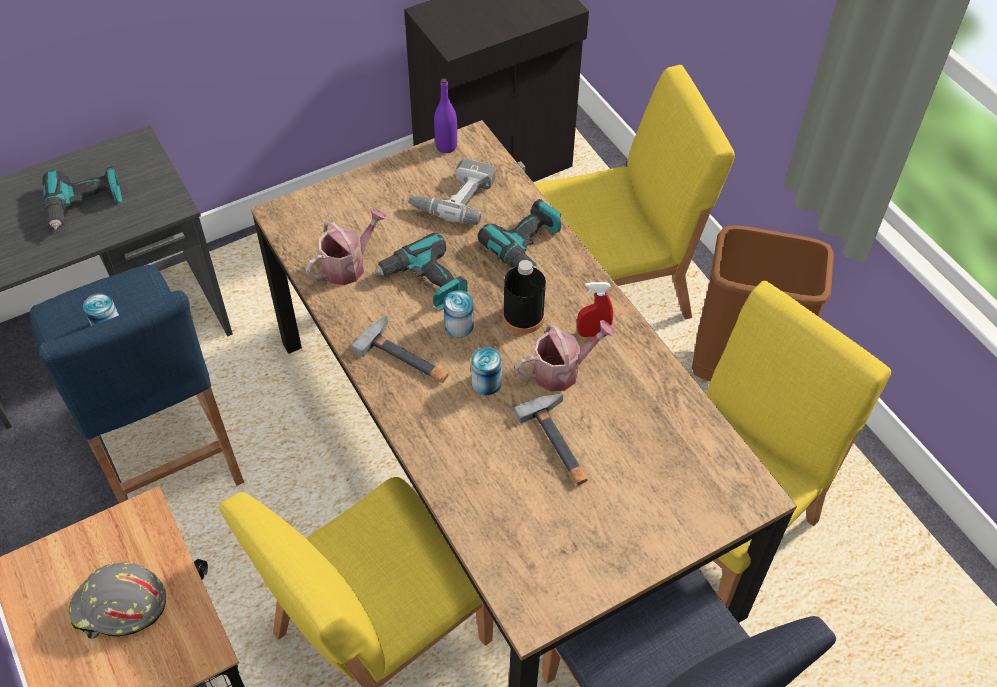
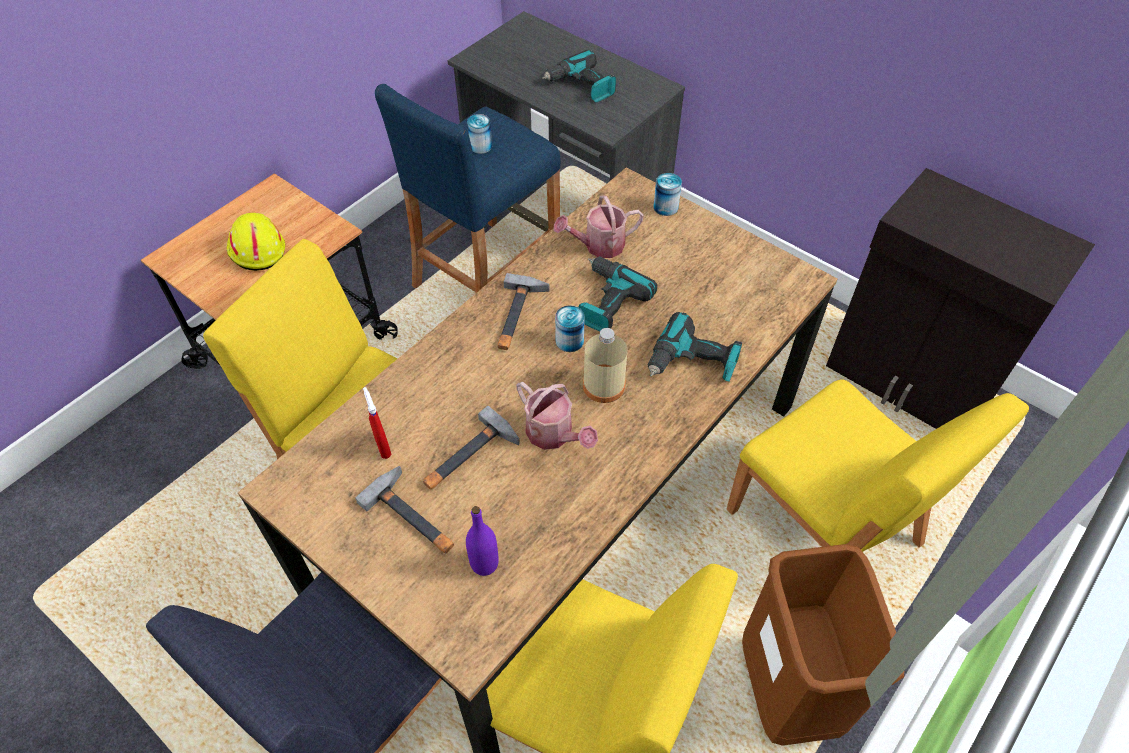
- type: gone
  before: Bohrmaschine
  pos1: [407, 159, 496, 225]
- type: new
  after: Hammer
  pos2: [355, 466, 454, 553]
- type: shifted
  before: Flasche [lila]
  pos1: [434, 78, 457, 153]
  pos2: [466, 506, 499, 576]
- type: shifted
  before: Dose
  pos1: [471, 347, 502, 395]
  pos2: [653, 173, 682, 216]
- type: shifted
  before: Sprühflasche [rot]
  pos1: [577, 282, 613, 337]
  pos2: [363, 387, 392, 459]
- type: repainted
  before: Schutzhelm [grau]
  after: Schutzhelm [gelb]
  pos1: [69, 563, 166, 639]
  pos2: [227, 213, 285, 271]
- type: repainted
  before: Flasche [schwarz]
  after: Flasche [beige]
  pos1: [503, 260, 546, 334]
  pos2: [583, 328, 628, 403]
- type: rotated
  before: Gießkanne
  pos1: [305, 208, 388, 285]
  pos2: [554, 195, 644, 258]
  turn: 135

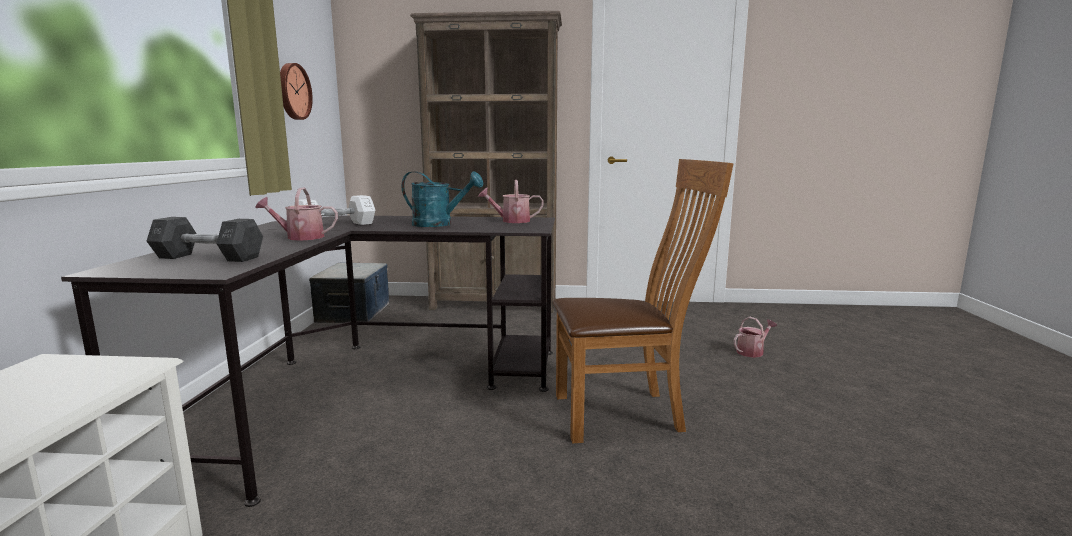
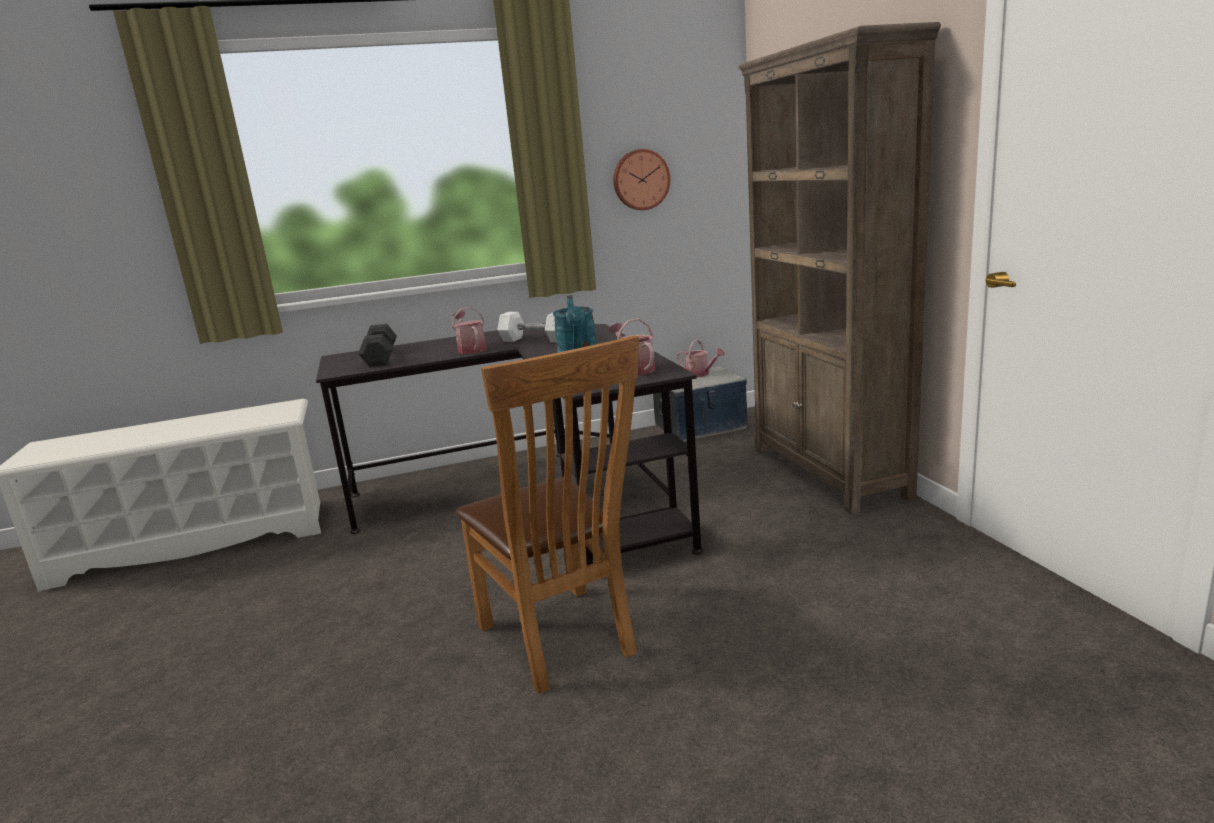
- type: shifted
  before: Gießkanne
  pos1: [733, 317, 777, 358]
  pos2: [677, 339, 725, 377]

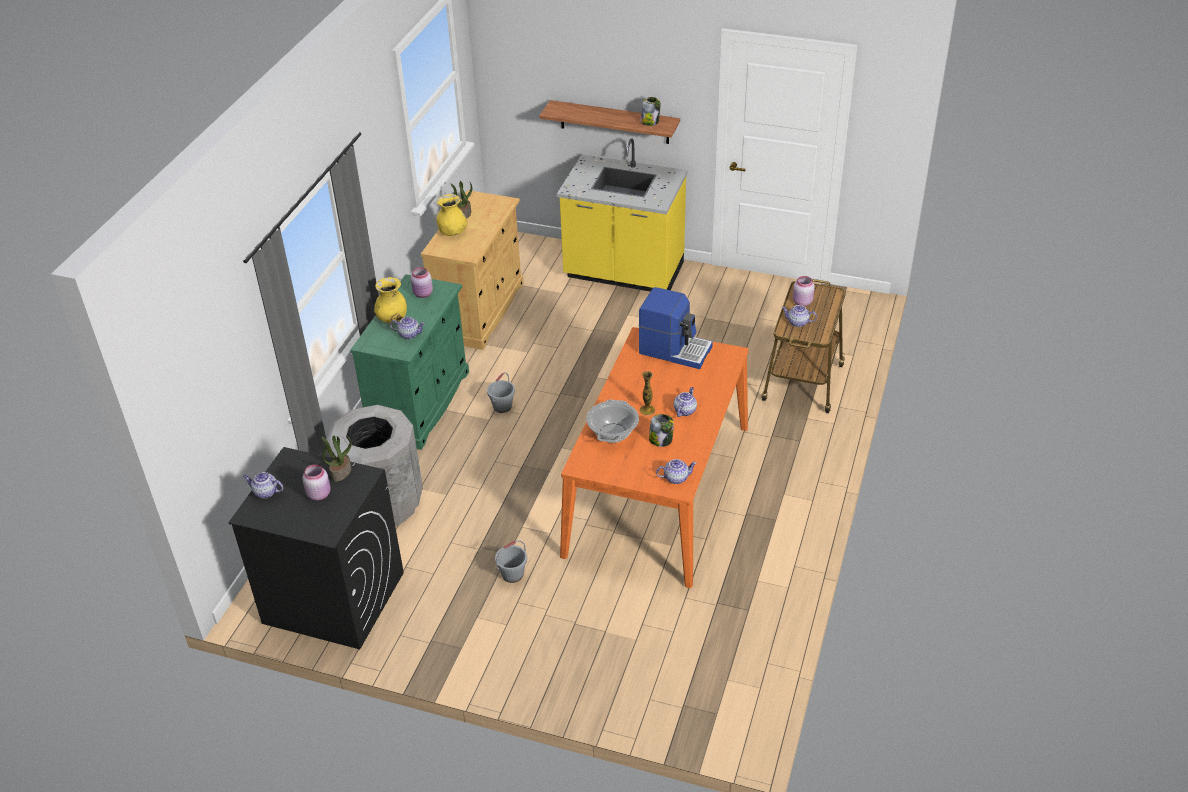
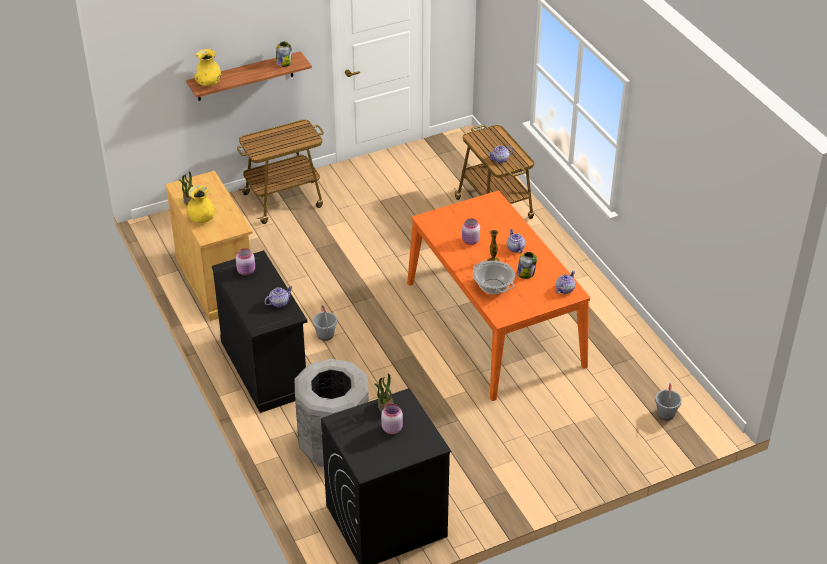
- type: gone
  before: Teekanne
  pos1: [243, 472, 283, 499]
- type: gone
  before: Kaffeemaschine
  pos1: [638, 287, 713, 369]
- type: shifted
  before: Vase [gelb]
  pos1: [374, 277, 407, 323]
  pos2: [194, 49, 221, 86]
- type: shifted
  before: Eimer [grau]
  pos1: [495, 540, 527, 583]
  pos2: [655, 383, 682, 420]
- type: shifted
  before: Vorratsglas [rosa]
  pos1: [793, 276, 815, 306]
  pos2: [462, 218, 480, 245]
- type: swapped
  before: Küchenzeile [gelb]
  after: Rollwagen
  pos1: [557, 138, 688, 292]
  pos2: [237, 120, 324, 224]
- type: repainted
  before: Schrank [grün]
  after: Schrank [schwarz]
  pos1: [350, 274, 469, 450]
  pos2: [212, 250, 307, 413]

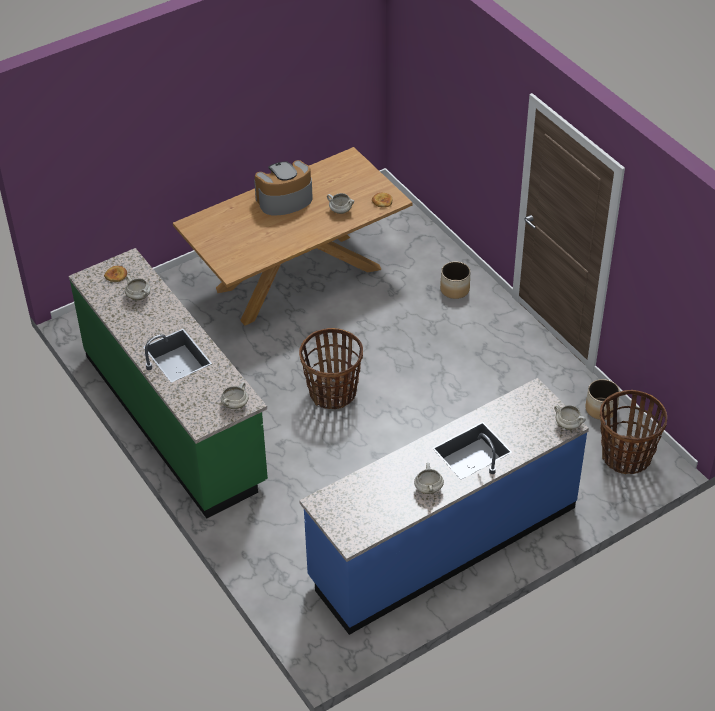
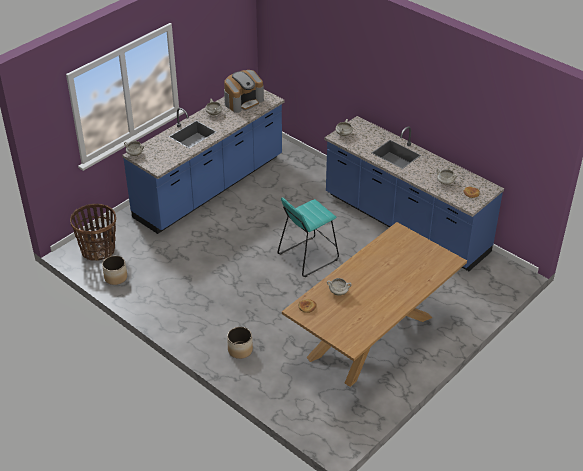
- type: shifted
  before: Kaffeemaschine
  pos1: [254, 160, 313, 216]
  pos2: [224, 70, 264, 113]
- type: swapped
  before: Korb
  after: Hocker [türkis]
  pos1: [299, 328, 363, 409]
  pos2: [278, 197, 339, 277]
- type: repainted
  before: Küchenzeile [grün]
  after: Küchenzeile [blau]
  pos1: [69, 248, 268, 518]
  pos2: [324, 116, 504, 271]

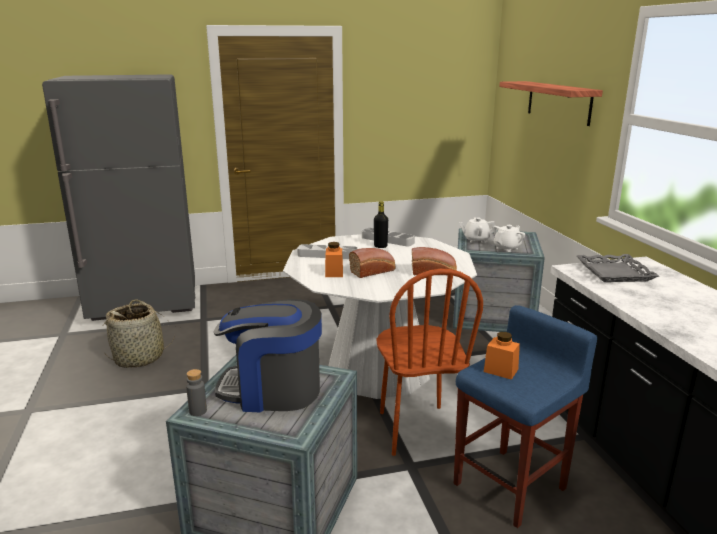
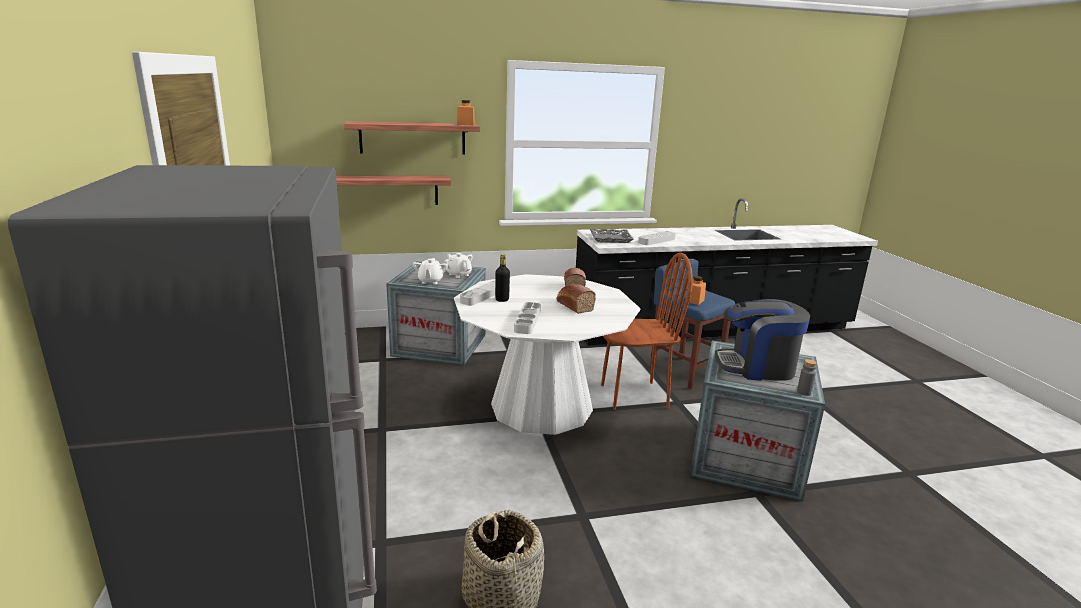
- type: new
  after: Wandregal
  pos2: [336, 175, 451, 205]
- type: new
  after: Tablett [grau]
  pos2: [638, 231, 676, 245]
- type: shifted
  before: Vorratsglas [orange]
  pos1: [325, 242, 343, 277]
  pos2: [457, 100, 475, 125]
- type: rotated
  before: Kaffeemaschine
  pos1: [214, 299, 322, 412]
  pos2: [715, 299, 810, 381]
  turn: 90

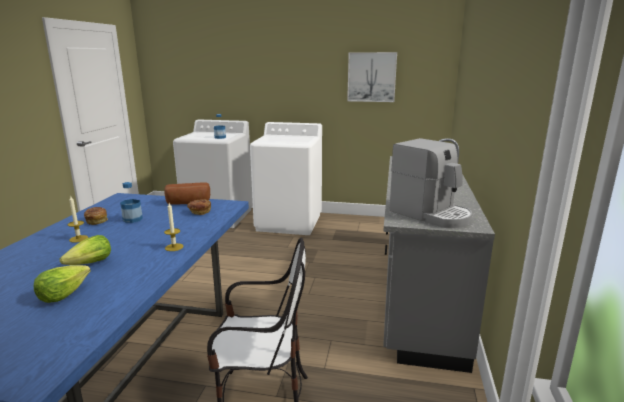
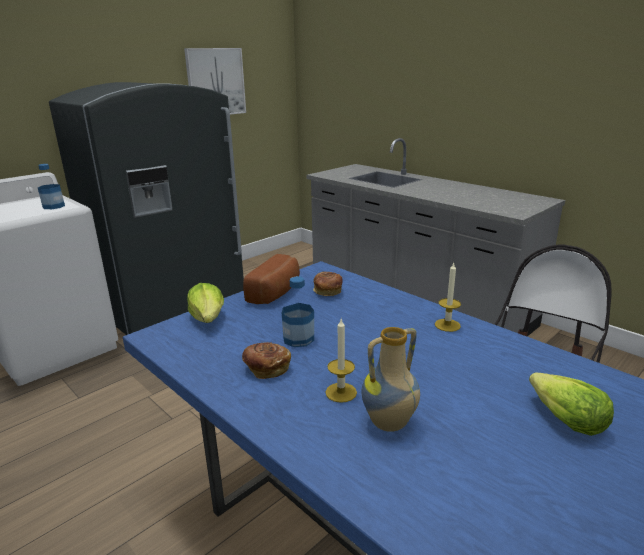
- type: gone
  before: Kaffeemaschine
  pos1: [389, 138, 472, 228]
- type: new
  after: Vase
  pos2: [362, 327, 420, 432]
- type: shifted
  before: Salatkopf
  pos1: [60, 235, 111, 265]
  pos2: [187, 283, 224, 323]
- type: swapped
  before: Waschmaschine [weiß]
  after: Kühlschrank [grau]
  pos1: [250, 122, 322, 235]
  pos2: [49, 82, 244, 335]

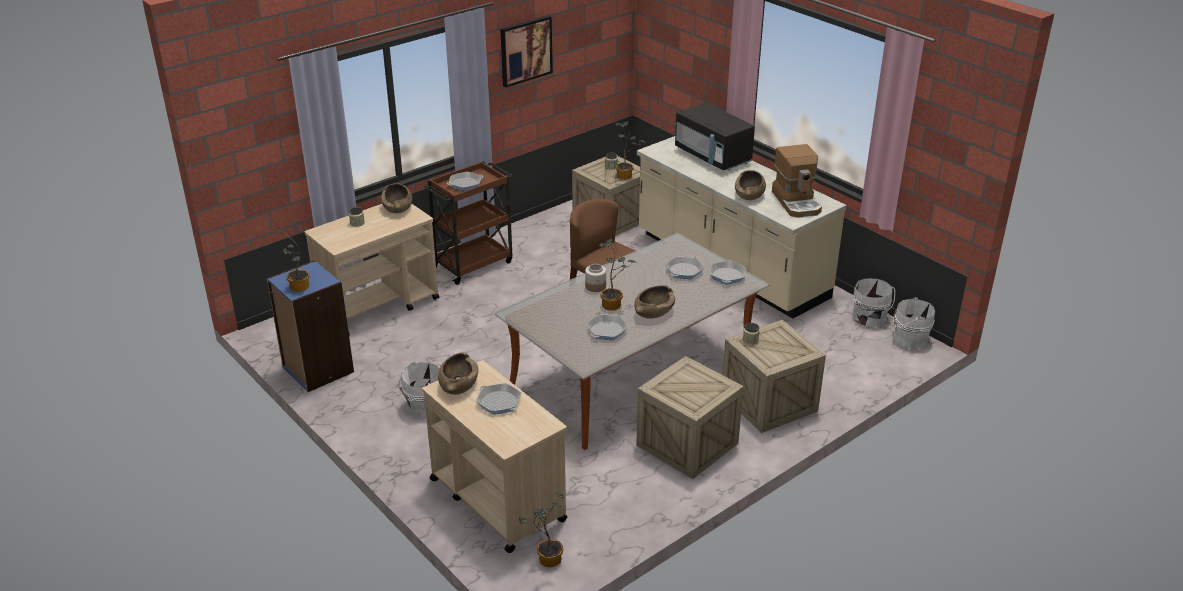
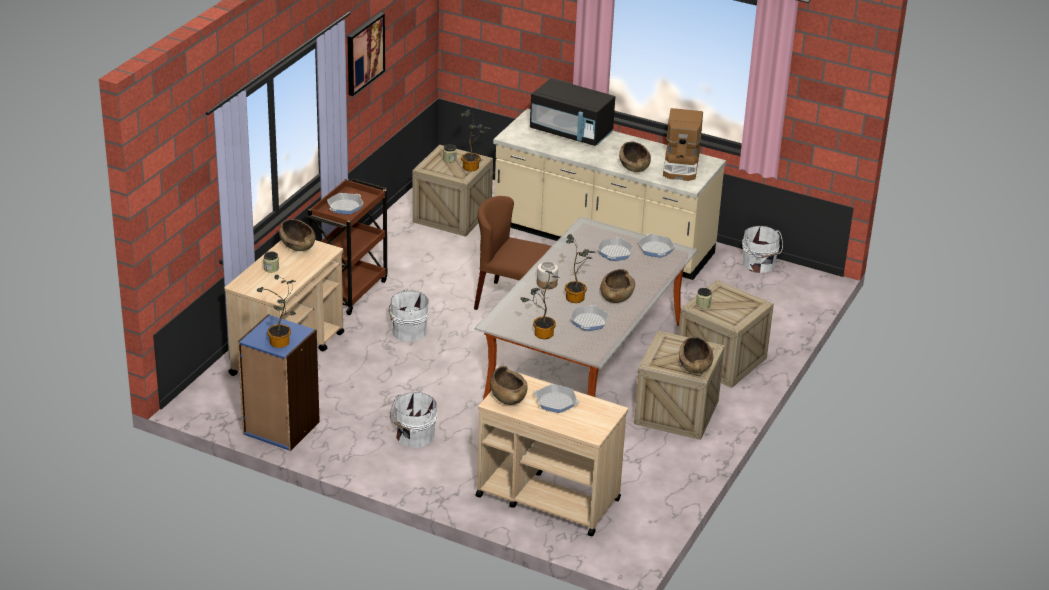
- type: new
  after: Schüssel [braun]
  pos2: [679, 337, 713, 374]
- type: shifted
  before: Topfpflanze
  pos1: [519, 492, 564, 567]
  pos2: [520, 271, 560, 339]
- type: shifted
  before: Eimer [weiß]
  pos1: [894, 297, 935, 349]
  pos2: [389, 289, 429, 341]
- type: rotated
  before: Kaffeemaschine
  pos1: [772, 144, 822, 218]
  pos2: [663, 108, 703, 181]
  turn: 45

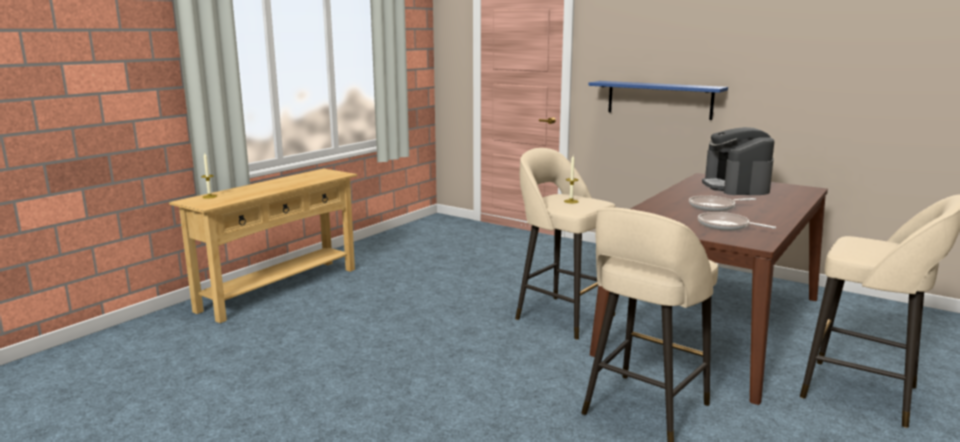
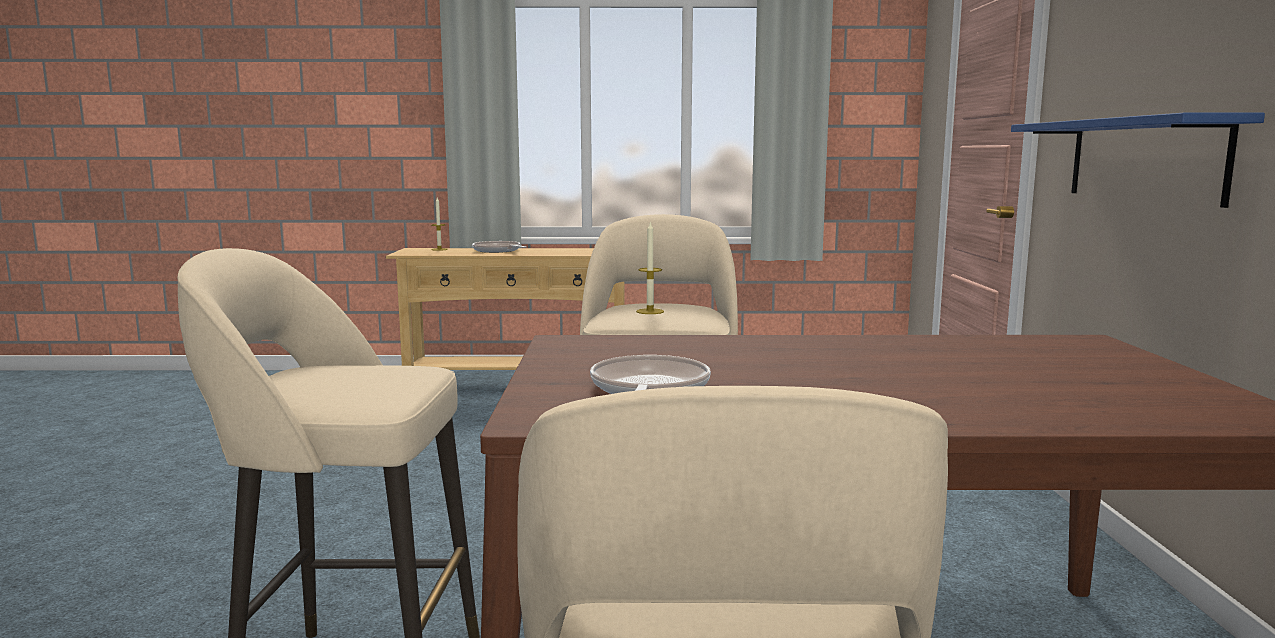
- type: gone
  before: Kaffeemaschine
  pos1: [702, 127, 774, 195]
- type: shifted
  before: Pfanne
  pos1: [689, 195, 756, 212]
  pos2: [472, 241, 526, 253]

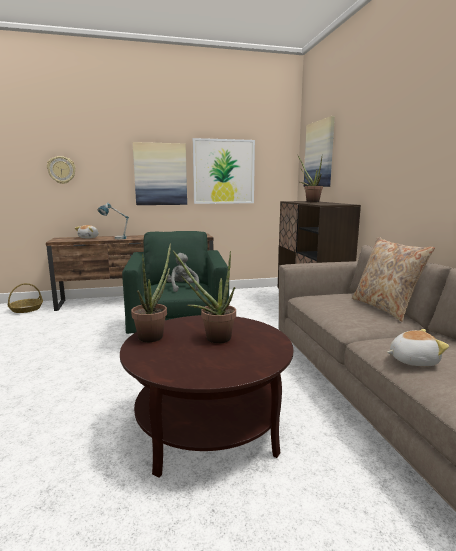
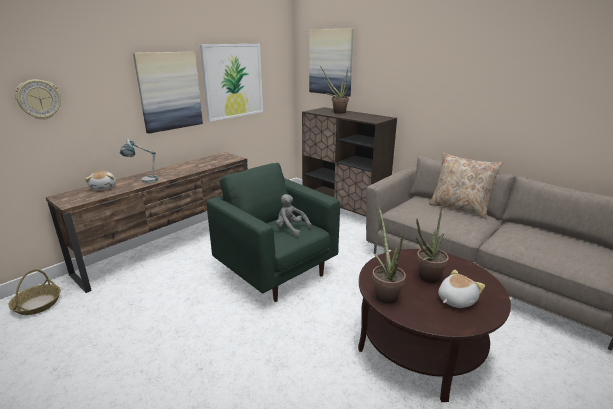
- type: shifted
  before: Plüschtier
  pos1: [387, 329, 449, 366]
  pos2: [438, 270, 485, 308]

